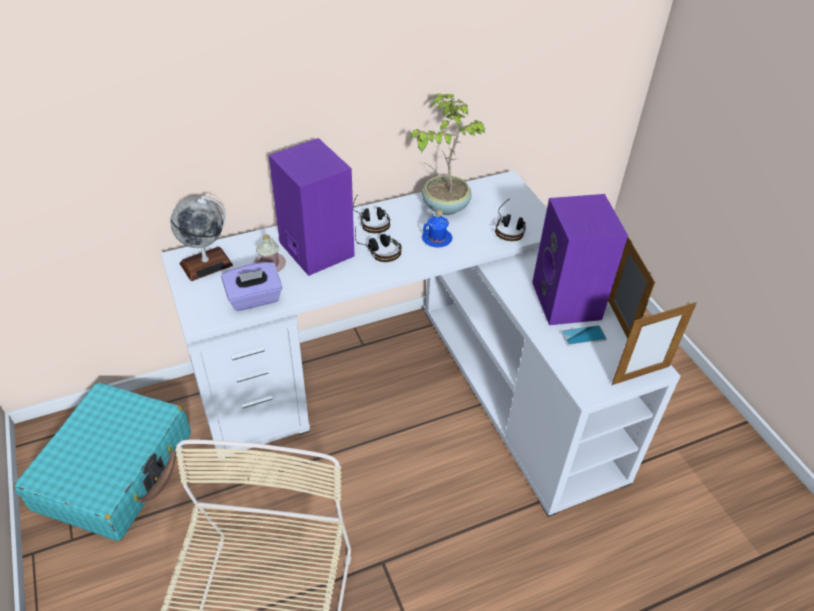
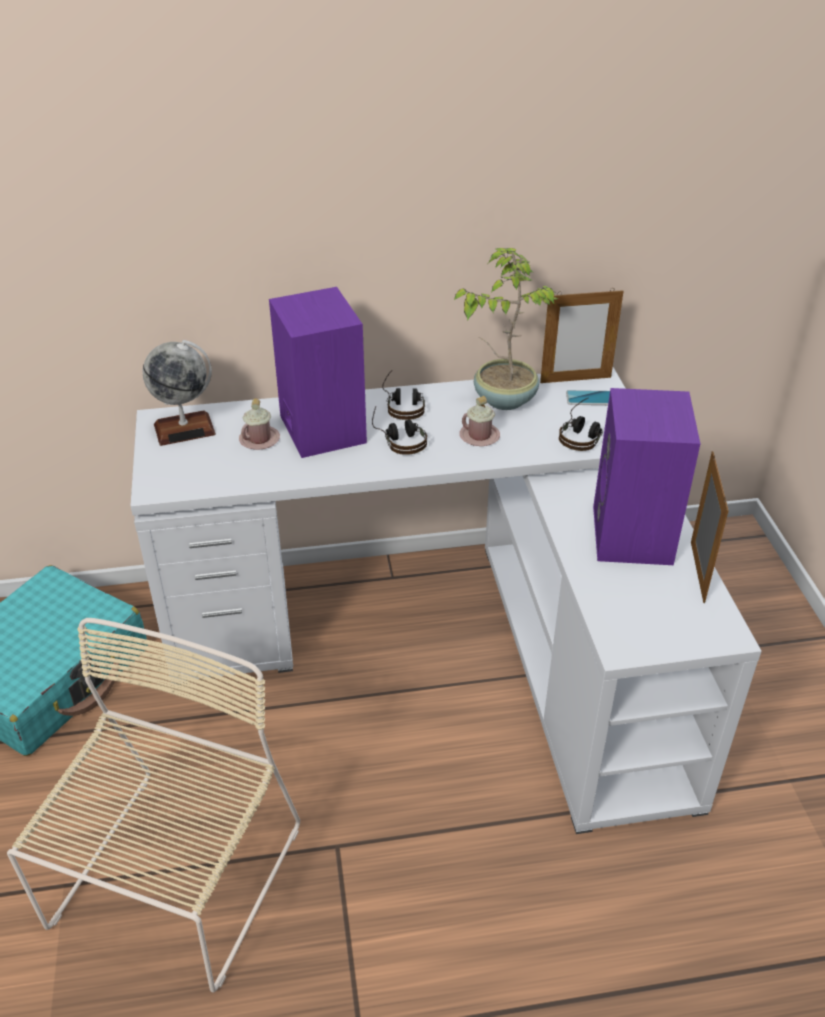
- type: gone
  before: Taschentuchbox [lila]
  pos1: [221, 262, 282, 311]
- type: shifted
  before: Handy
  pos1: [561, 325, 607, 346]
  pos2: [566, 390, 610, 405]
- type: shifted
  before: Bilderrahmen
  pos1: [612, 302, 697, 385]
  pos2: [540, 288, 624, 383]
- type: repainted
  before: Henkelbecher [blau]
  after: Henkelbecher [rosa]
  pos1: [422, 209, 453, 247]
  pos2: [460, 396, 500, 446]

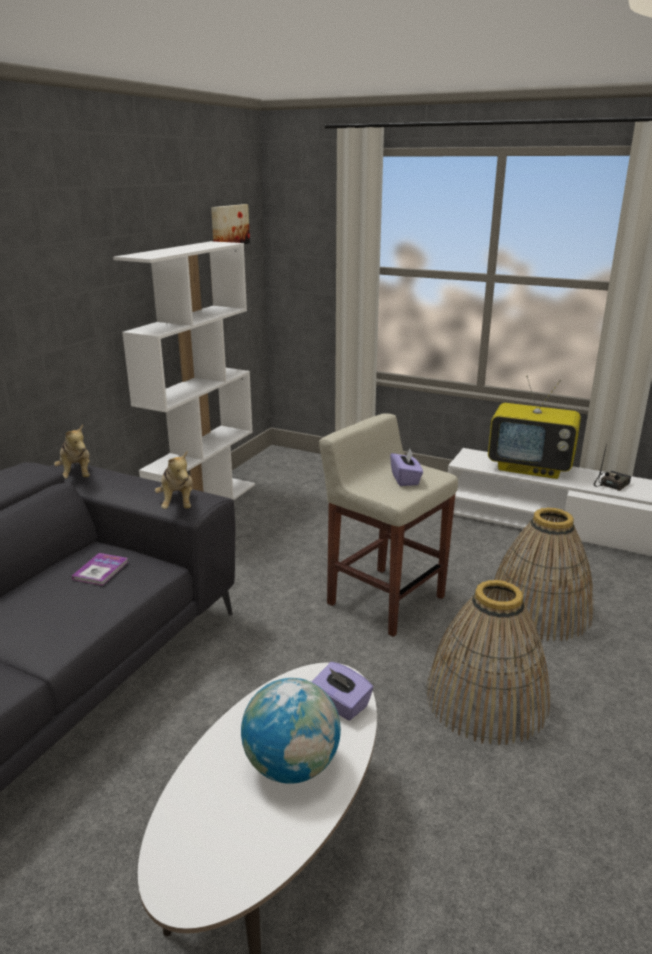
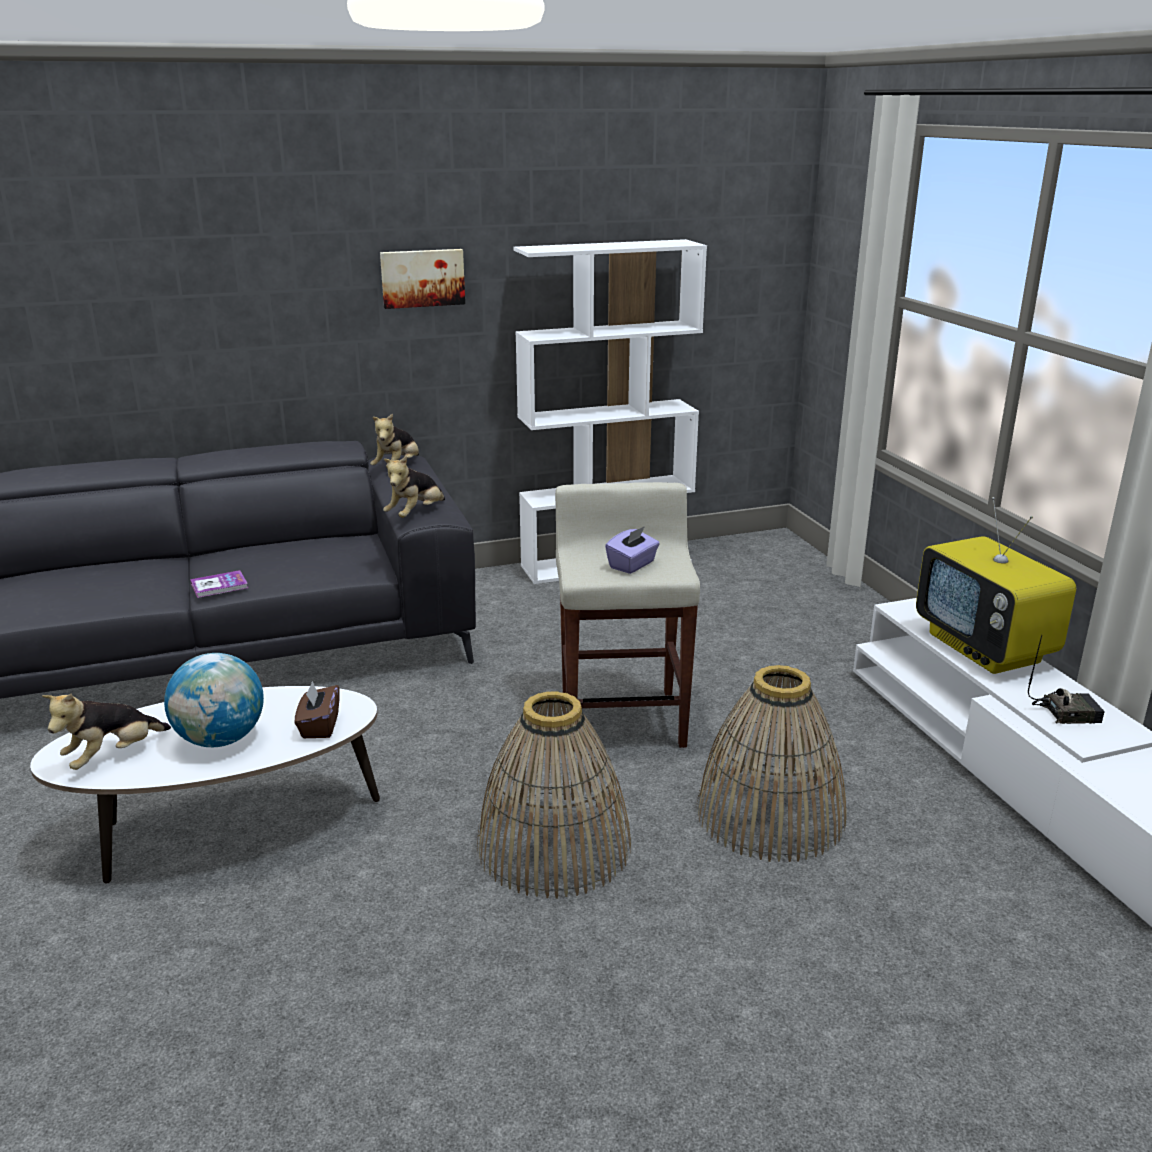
- type: new
  after: Plüschtier
  pos2: [42, 693, 171, 770]
- type: shifted
  before: Buch
  pos1: [72, 553, 128, 586]
  pos2: [190, 570, 248, 598]
- type: shifted
  before: Bild
  pos1: [211, 204, 250, 244]
  pos2: [380, 249, 465, 309]
- type: repainted
  before: Taschentuchbox [lila]
  after: Taschentuchbox [braun]
  pos1: [311, 662, 373, 721]
  pos2: [295, 681, 339, 738]

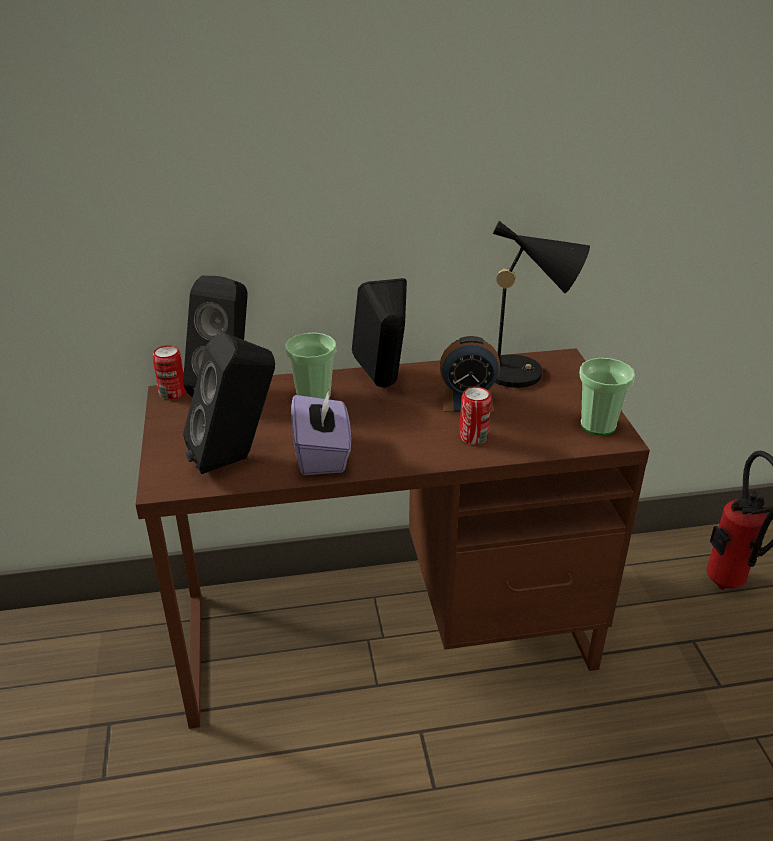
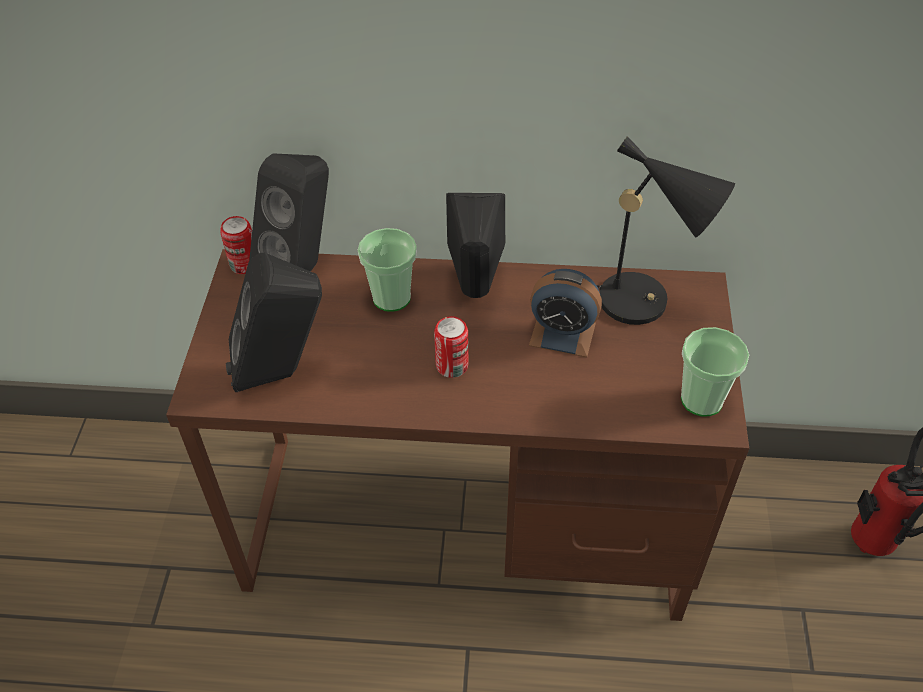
- type: gone
  before: Taschentuchbox [lila]
  pos1: [291, 390, 351, 475]
- type: shifted
  before: Dose
  pos1: [459, 387, 491, 445]
  pos2: [434, 316, 469, 378]

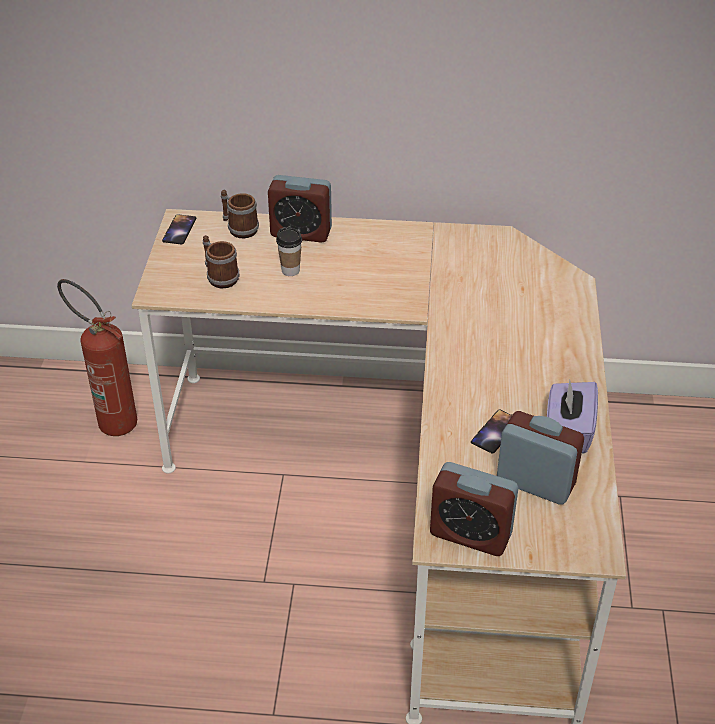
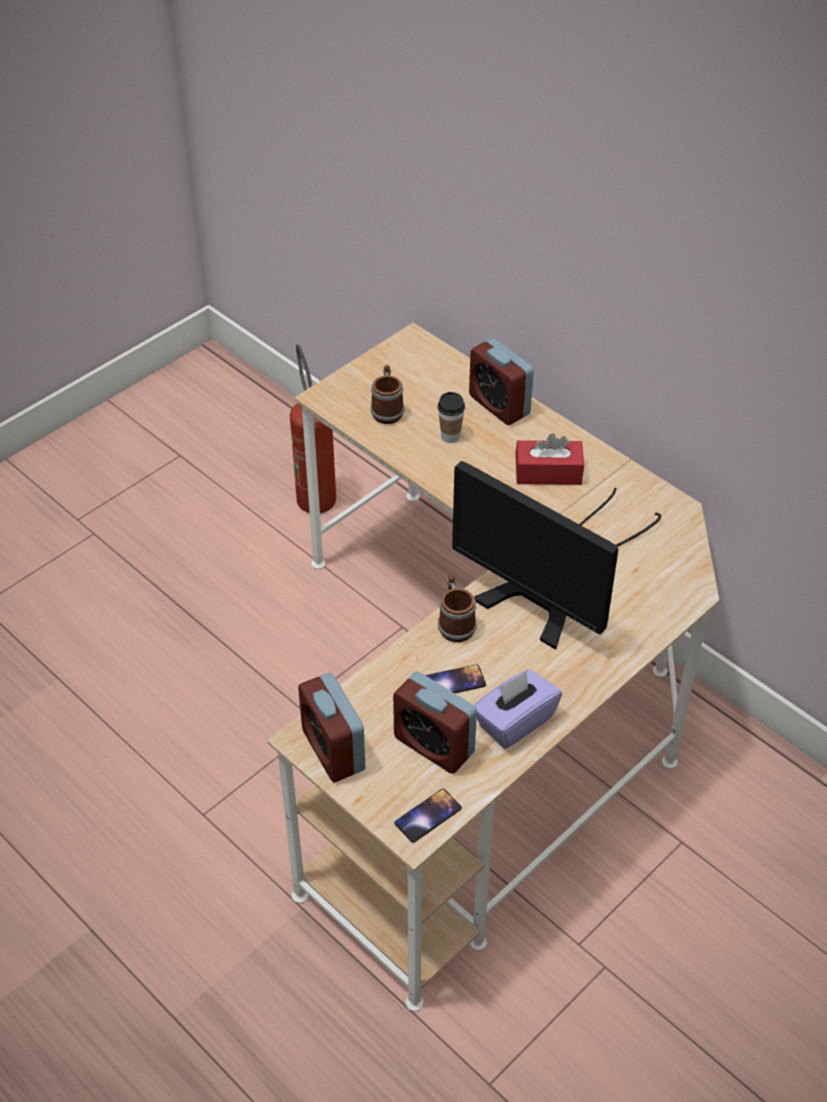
- type: new
  after: Monitor
  pos2: [452, 461, 661, 650]
- type: new
  after: Taschentuchbox [rot]
  pos2: [515, 433, 584, 485]
- type: shifted
  before: Handy
  pos1: [162, 214, 197, 245]
  pos2: [394, 789, 462, 843]
- type: shifted
  before: Henkelbecher
  pos1: [221, 190, 259, 238]
  pos2: [438, 575, 477, 642]
- type: rotated
  before: Wecker
  pos1: [497, 411, 584, 505]
  pos2: [393, 671, 477, 774]
  turn: 150

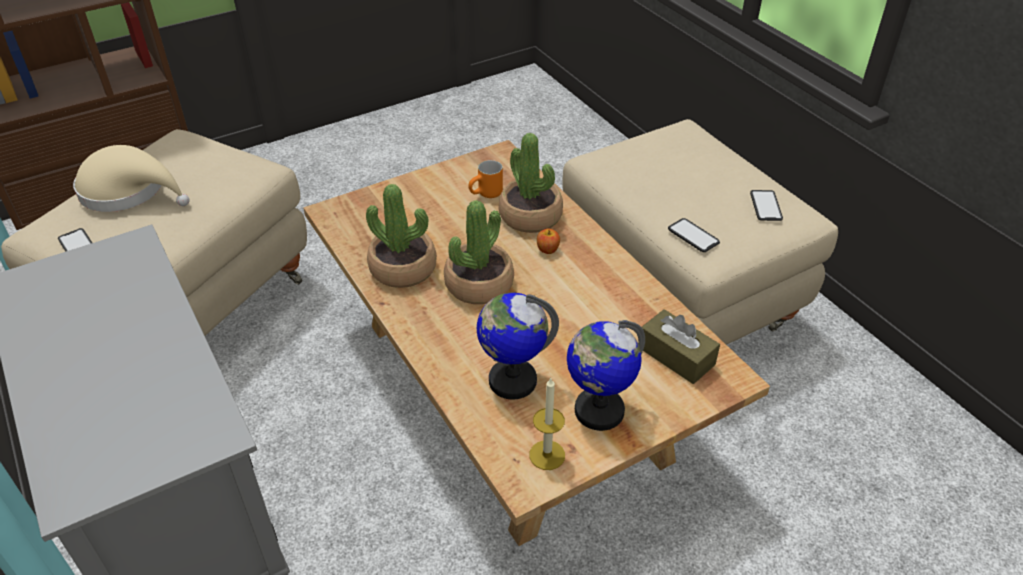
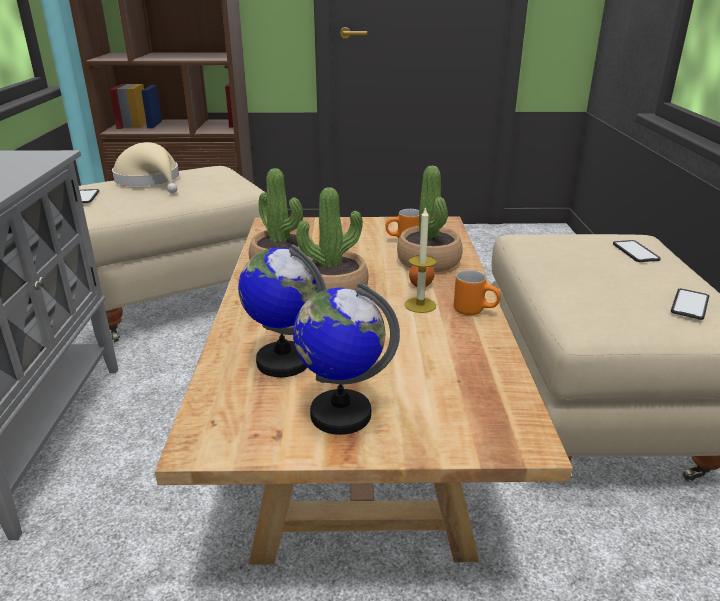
- type: gone
  before: Taschentuchbox [braun]
  pos1: [642, 309, 720, 384]
- type: new
  after: Henkelbecher [orange]
  pos2: [454, 270, 501, 315]
- type: shifted
  before: Kerze
  pos1: [529, 378, 565, 470]
  pos2: [404, 206, 437, 313]
- type: shifted
  before: Handy
  pos1: [668, 218, 720, 252]
  pos2: [613, 240, 661, 262]

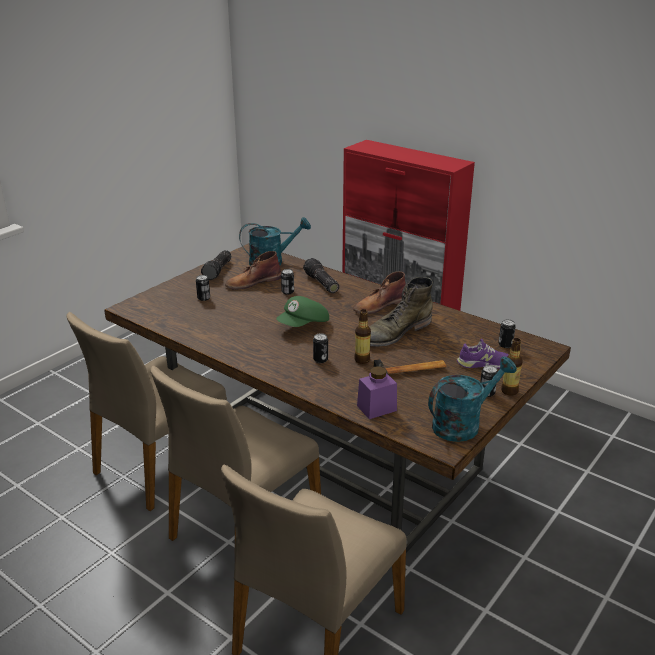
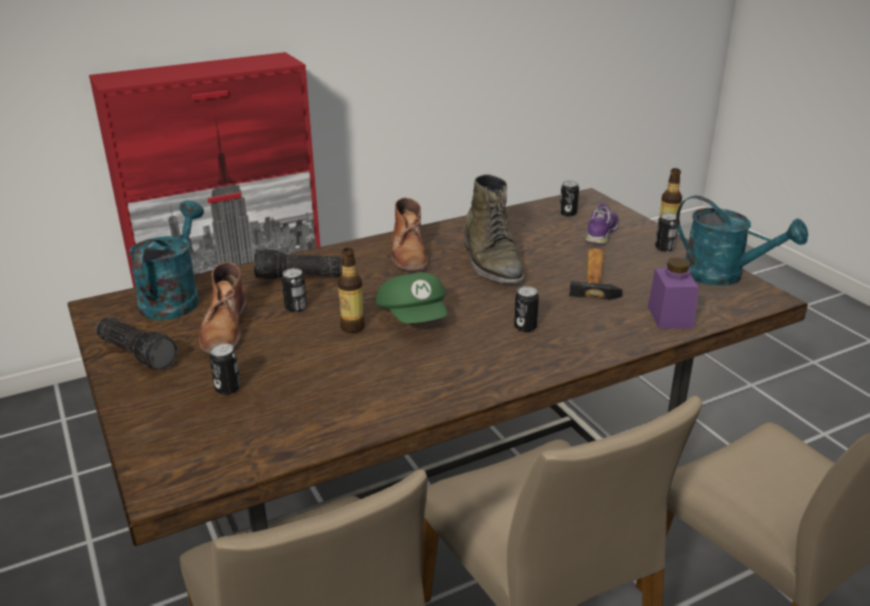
- type: shifted
  before: Flasche
  pos1: [354, 309, 371, 364]
  pos2: [338, 248, 365, 333]
- type: rotated
  before: Gießkanne [türkis]
  pos1: [428, 356, 517, 442]
  pos2: [676, 195, 808, 286]
  turn: 135

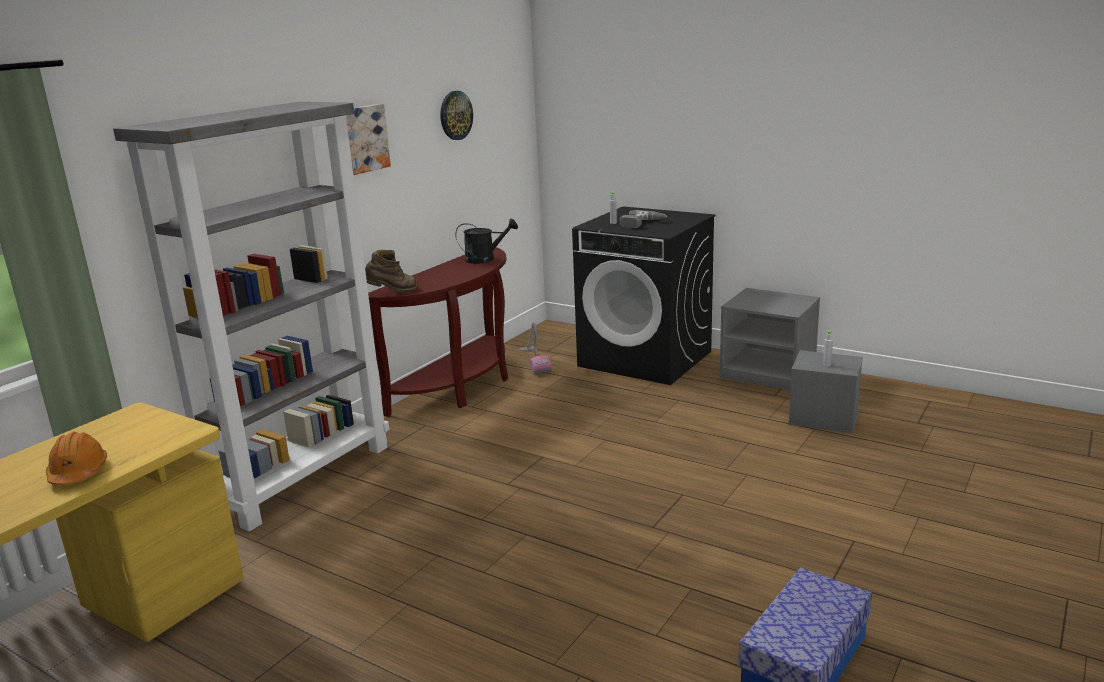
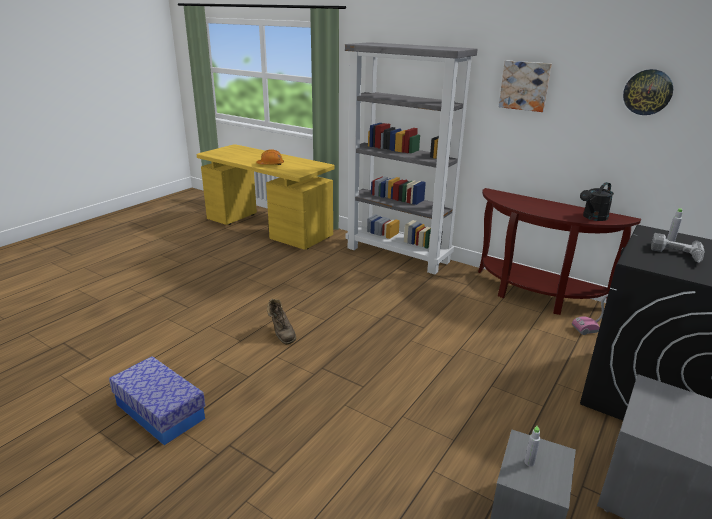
- type: shifted
  before: Stiefel [braun]
  pos1: [365, 250, 417, 292]
  pos2: [267, 298, 296, 345]
- type: rotated
  before: Gießkanne [schwarz]
  pos1: [455, 218, 518, 264]
  pos2: [580, 182, 614, 221]
  turn: 60

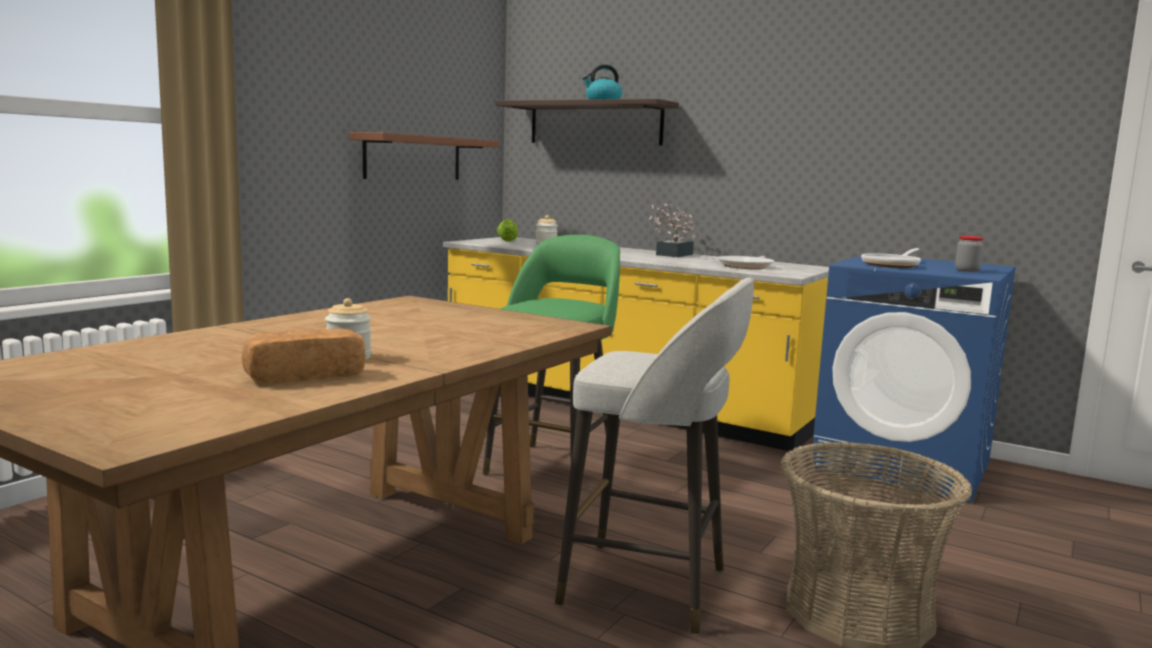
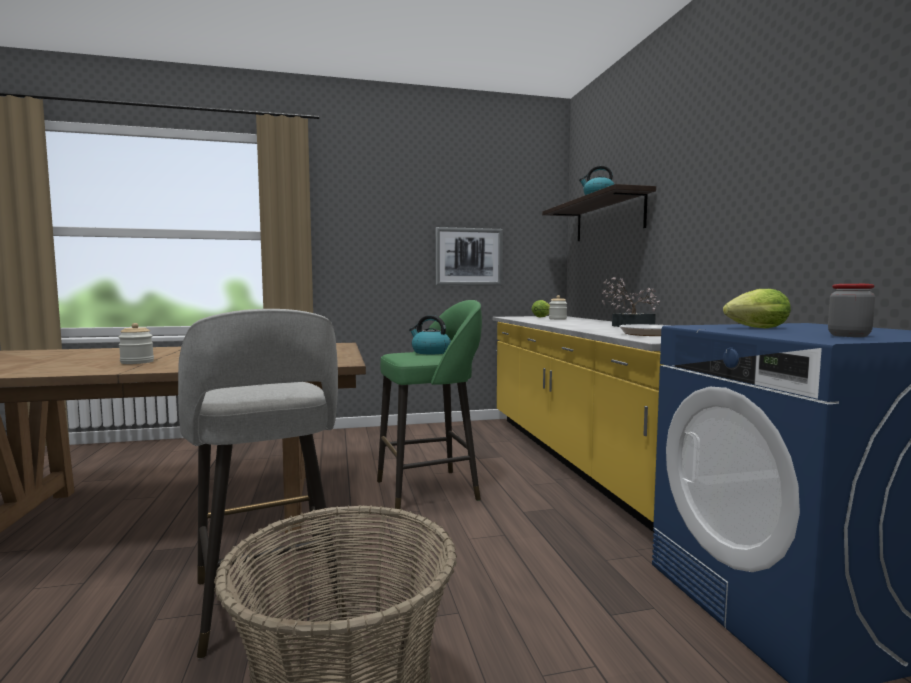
- type: gone
  before: Brot
  pos1: [242, 328, 365, 383]
- type: new
  after: Wasserkessel
  pos2: [409, 315, 451, 354]
- type: swapped
  before: Wandregal [braun]
  after: Bild
  pos1: [350, 132, 499, 180]
  pos2: [435, 227, 503, 285]
- type: swapped
  before: Pfanne
  after: Salatkopf
  pos1: [861, 248, 921, 268]
  pos2: [723, 289, 791, 328]

